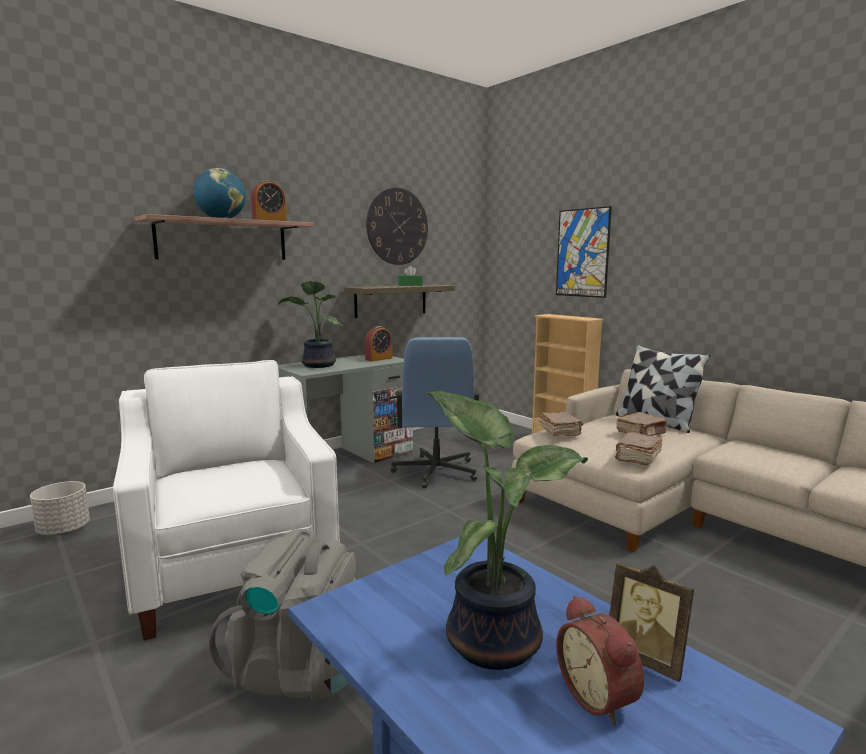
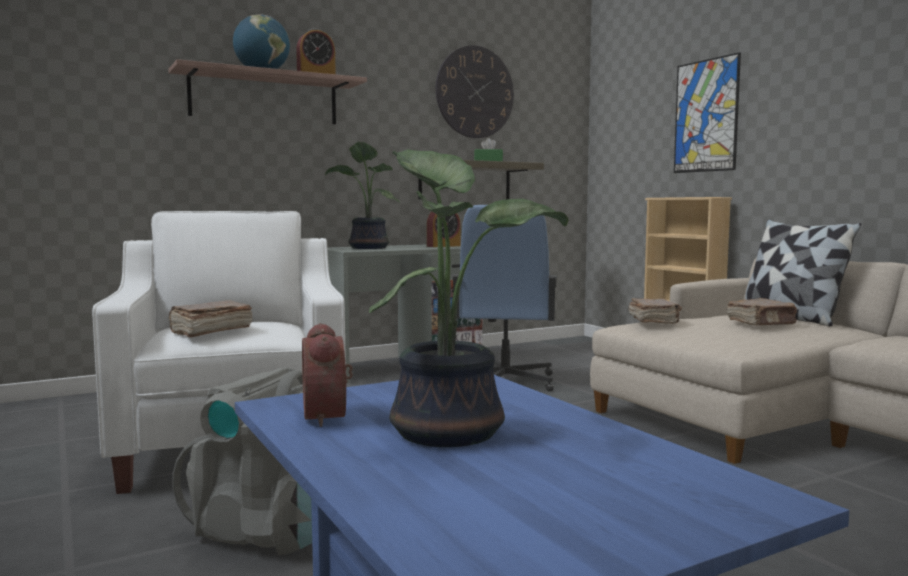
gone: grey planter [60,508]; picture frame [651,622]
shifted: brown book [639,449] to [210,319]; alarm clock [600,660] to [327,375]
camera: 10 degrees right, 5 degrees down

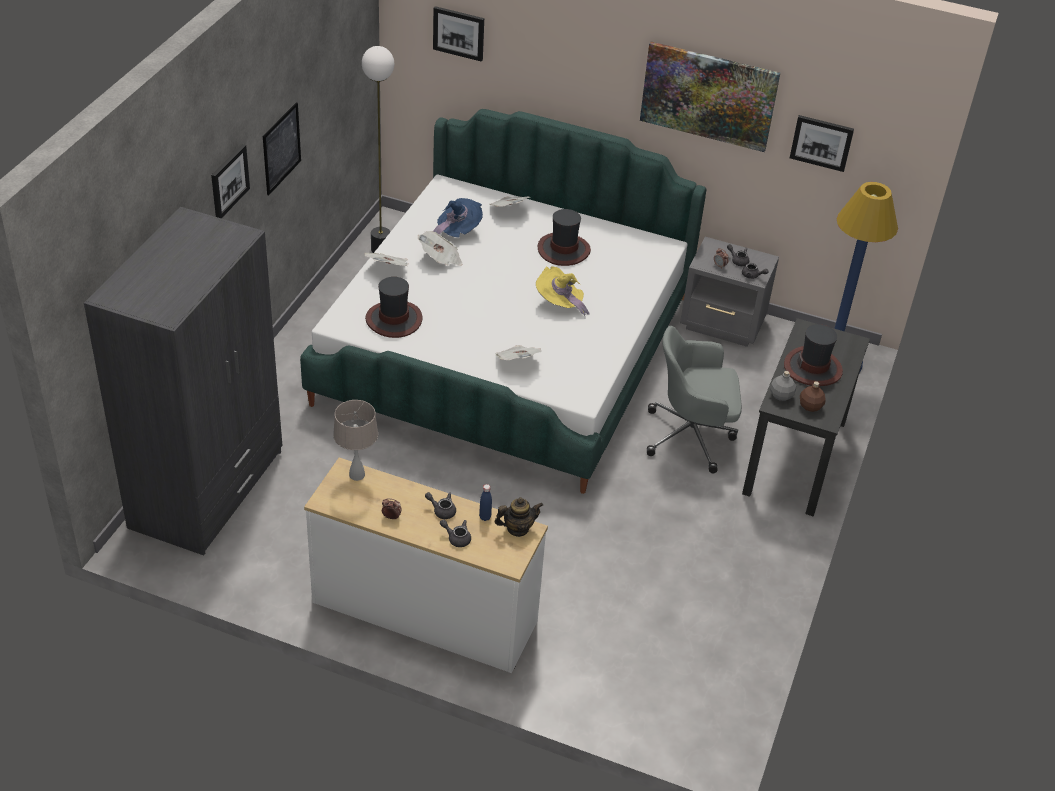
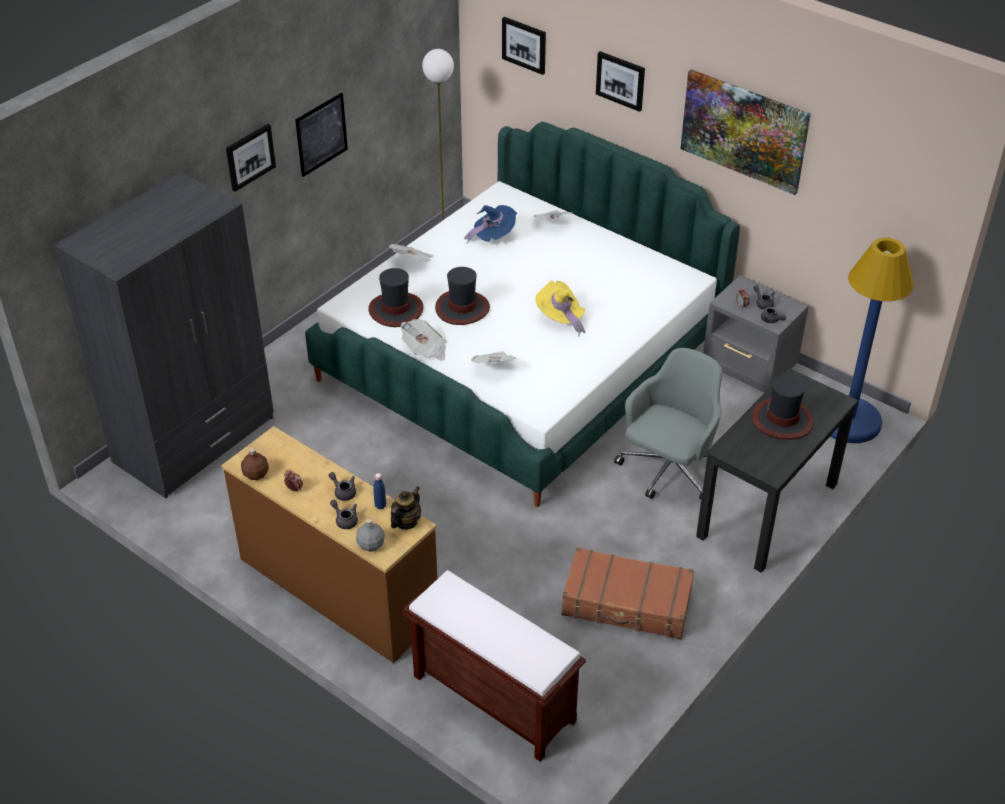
gone: beige table lamp [355,440]
new: brown suitcase [628,593]; brown bench [494,666]
shifted: picture [822,143] to [620,81]; hat [564,237] to [462,296]; newspaper [440,248] to [424,340]; grey bottle [783,386] to [370,535]; brown bottle [813,396] to [255,464]
repainted: white dresser [426,565] to brown dresser [329,544]
rotated: grey office chair [694,399] = [668,423] 105 degrees clockwise; teapot [518,517] = [406,508] 60 degrees counterclockwise
camera: 20 degrees right, 0 degrees up

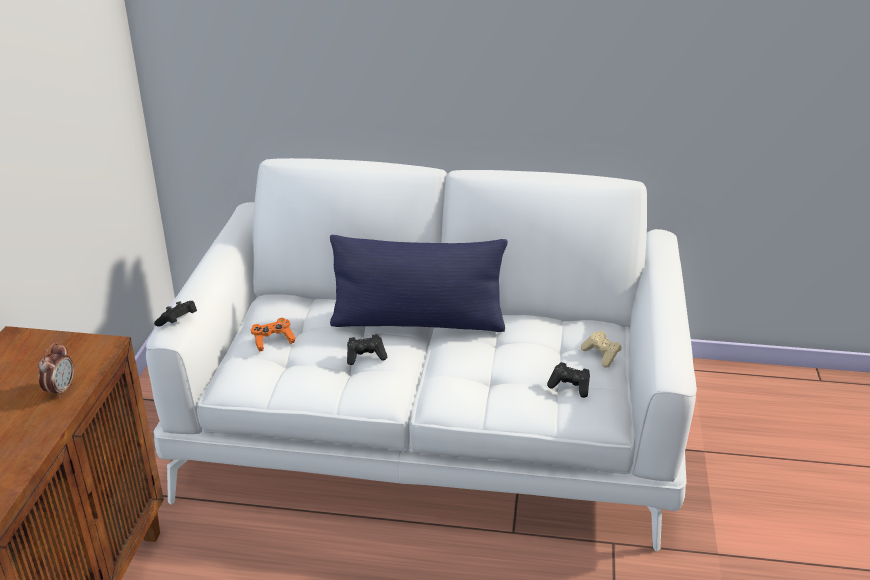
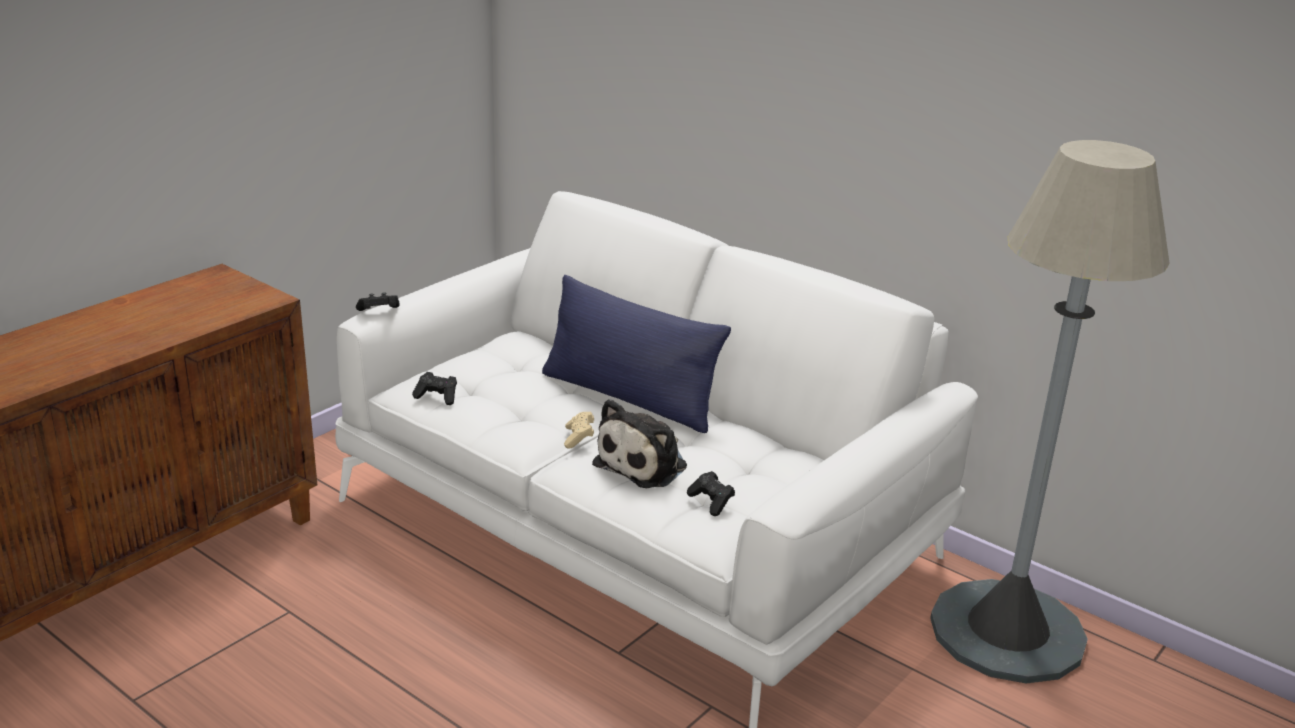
gone: orange game controller [273,335]; alarm clock [56,370]
new: grey floor lamp [1050,412]; plush toy [639,443]
shifted: beige game controller [601,349] to [579,430]; black game controller [367,349] to [434,388]
camera: 30 degrees right, 5 degrees down

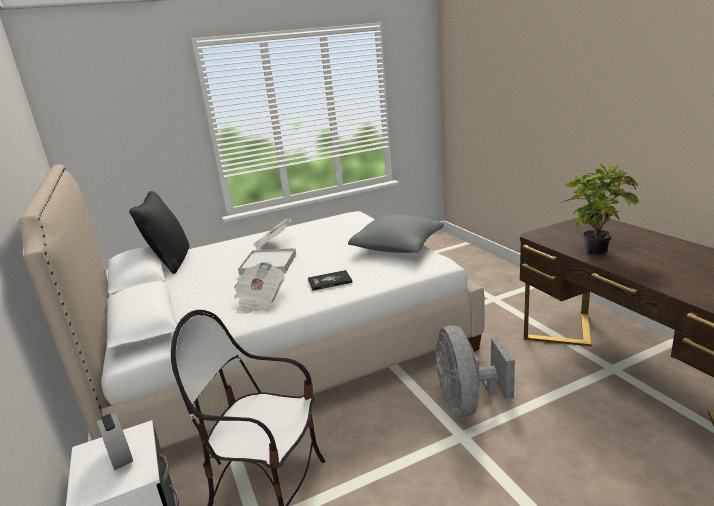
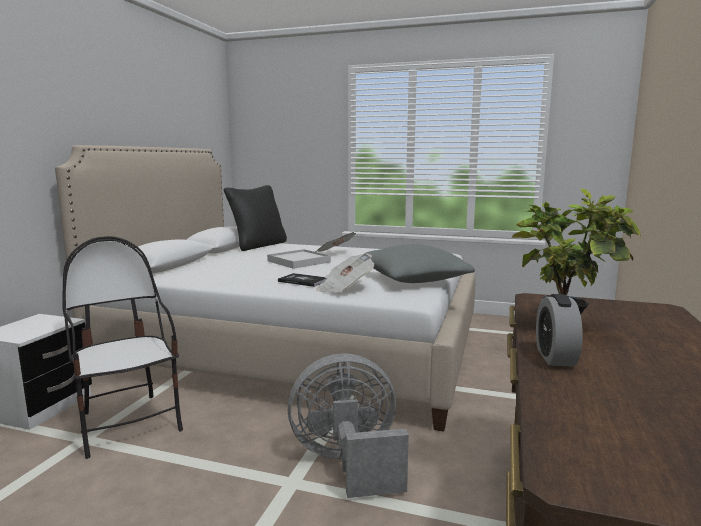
shifted: newspaper [259,288] to [345,273]; alarm clock [115,441] to [559,330]
rotated: grey fan [475,371] = [348,425] 45 degrees clockwise
camera: 40 degrees right, 10 degrees down

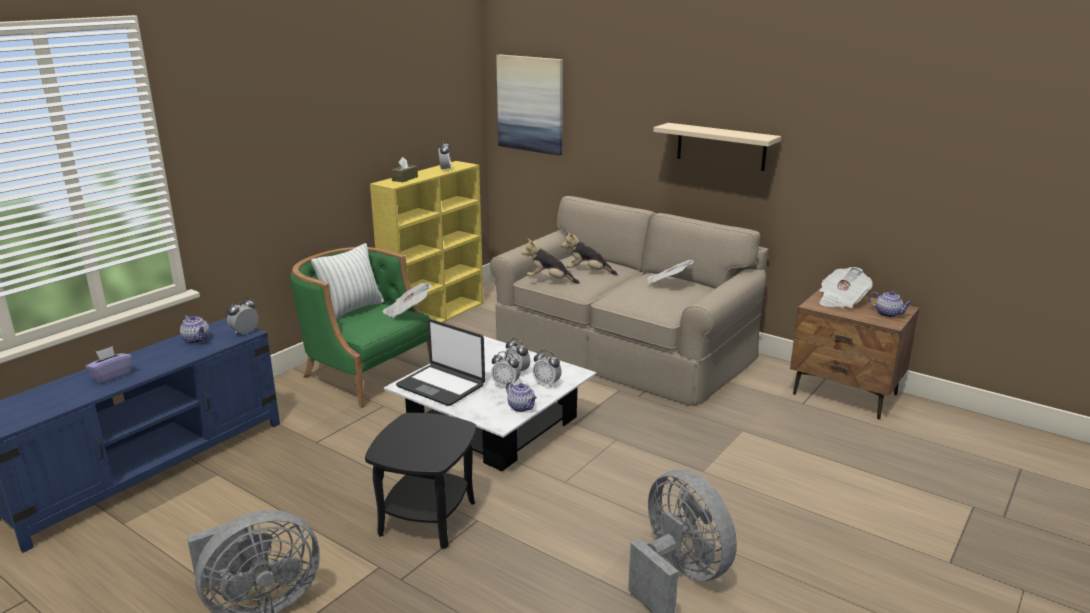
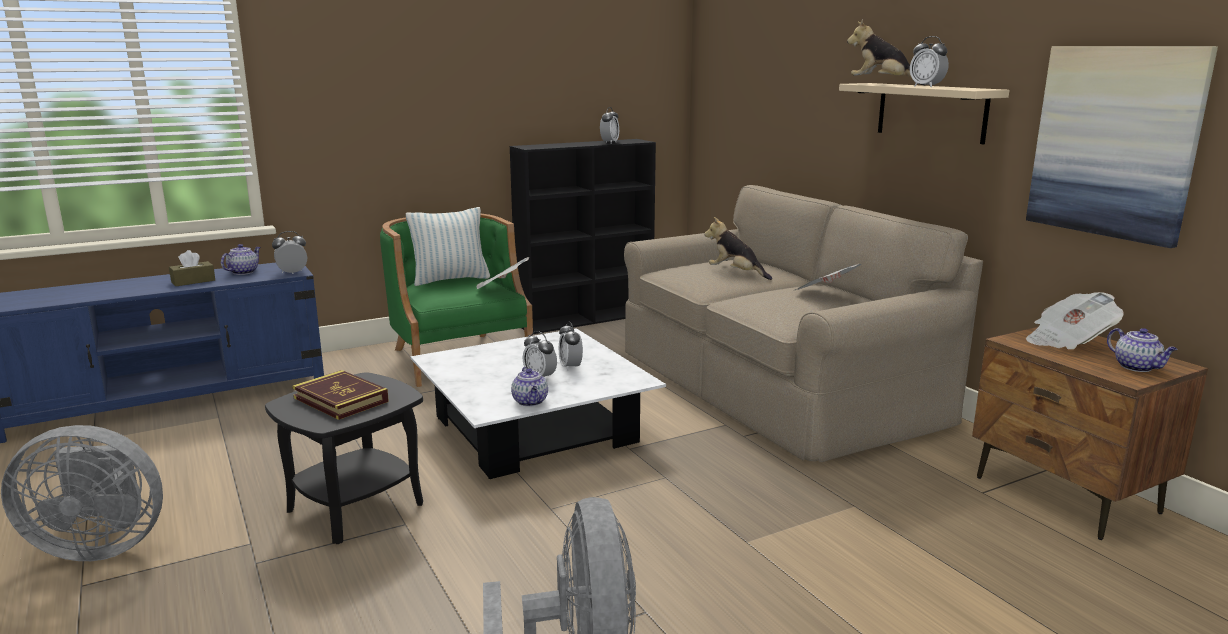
gone: laptop [440,362]; purple tissue box [108,364]
new: book [340,395]
shifted: picture [529,105] to [1122,147]; brown tissue box [404,169] to [192,268]; plush toy [551,261] to [886,52]; alarm clock [547,369] to [929,61]
repainted: yellow bookcase [426,242] to black bookcase [583,236]
rotated: teapot [195,329] = [240,259] 135 degrees counterclockwise
camera: 25 degrees right, 5 degrees down

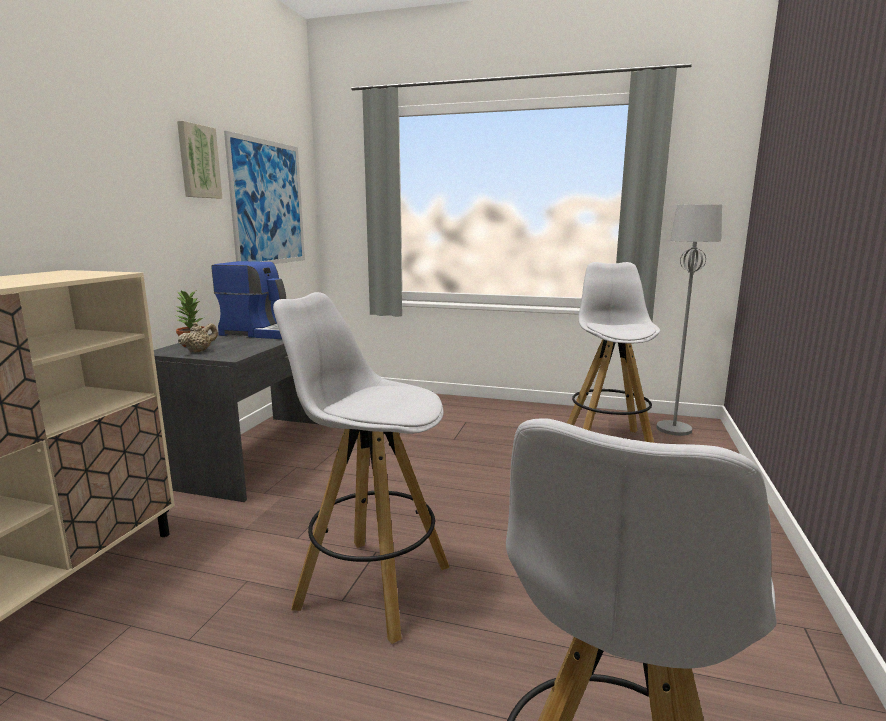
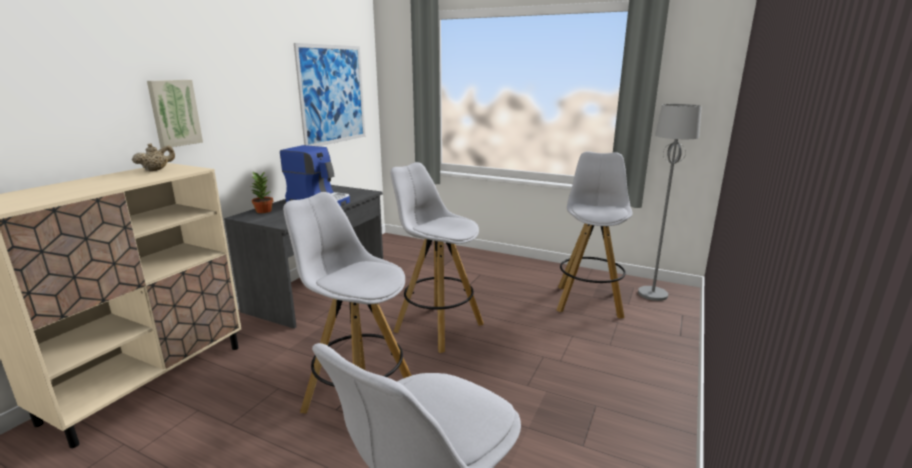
new: white stool [437,257]
shifted: picture [199,159] to [175,114]; beige teapot [198,337] to [153,157]
camera: 10 degrees right, 5 degrees up

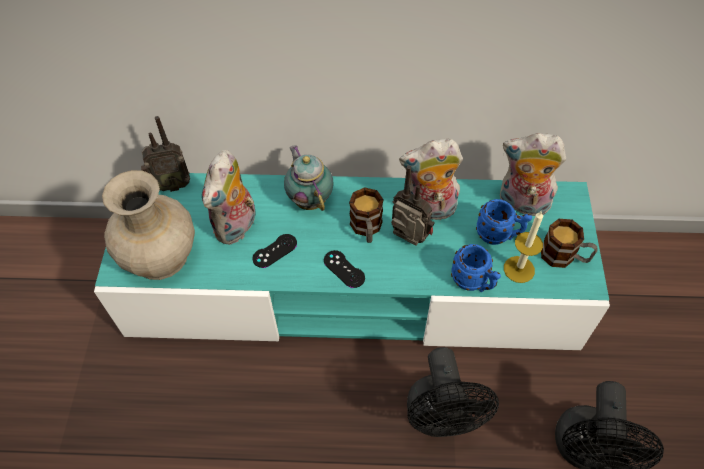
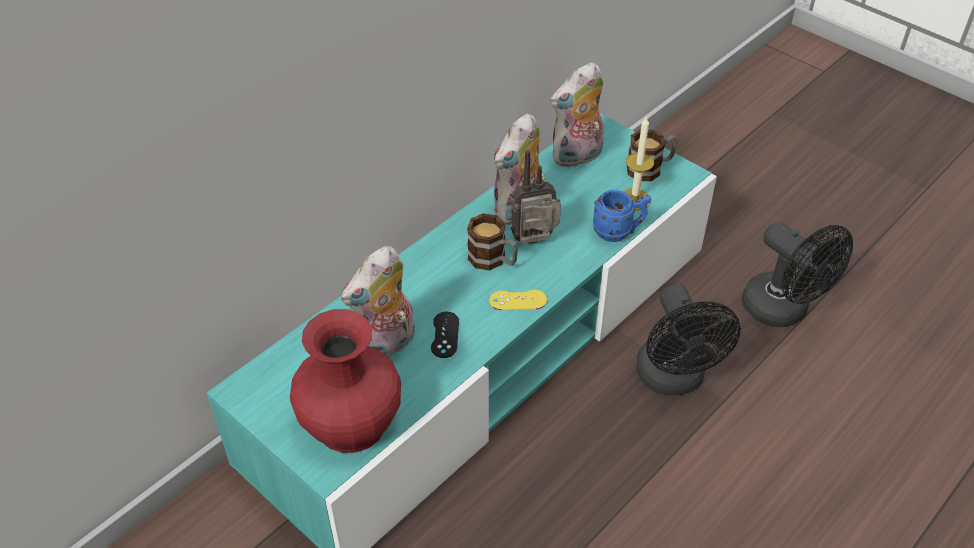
gone: radio [165,154]; teapot [309,178]; blue mug [504,222]
repainted: beige vase [148,225] to red vase [345,381]; black game controller [344,269] to yellow game controller [518,300]
rotated: plush toy [229,197] = [378,301] 75 degrees clockwise; black fan [453,392] = [688,340] 45 degrees clockwise
camera: 50 degrees left, 10 degrees down

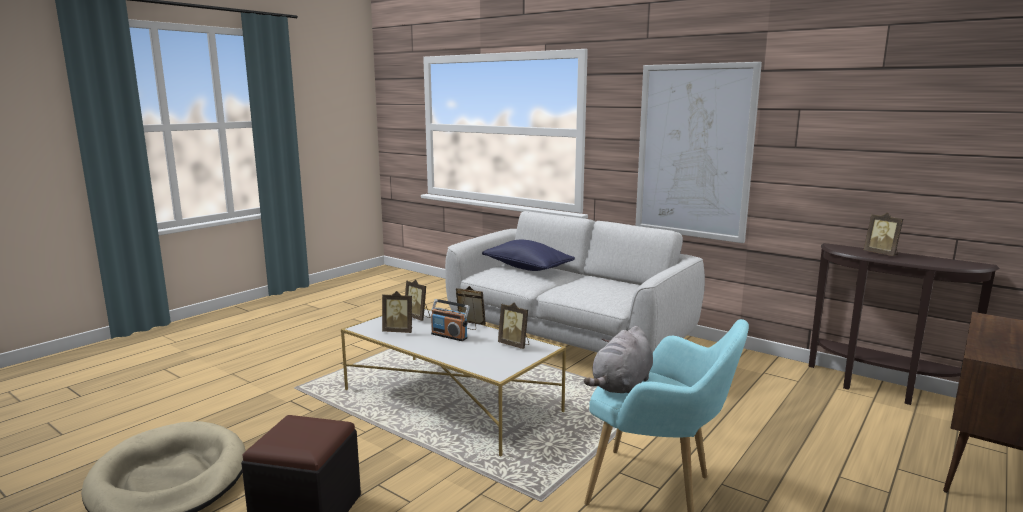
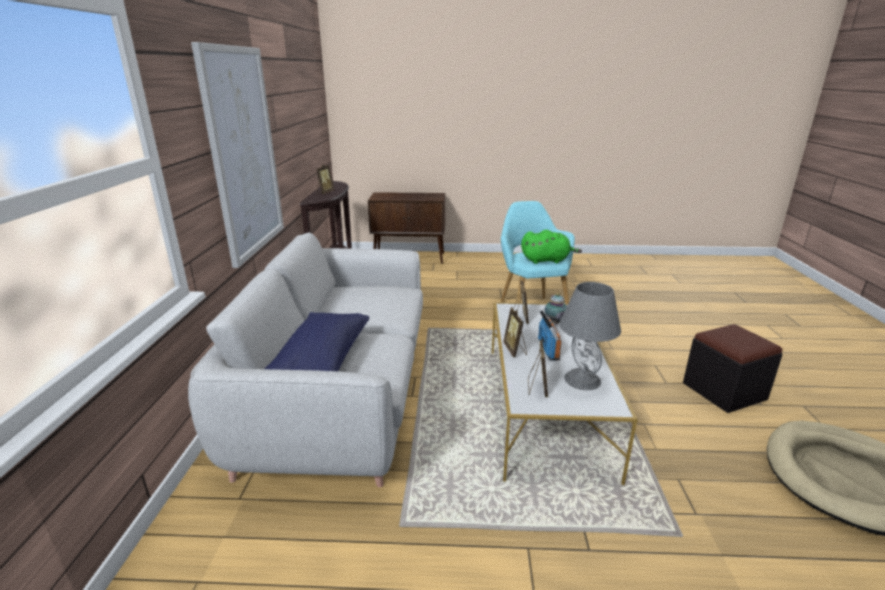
new: teapot [555,308]
swapped: picture frame [397,312] to grey table lamp [590,336]
repainted: grey plush toy [618,360] to green plush toy [551,247]
camera: 125 degrees left, 10 degrees up

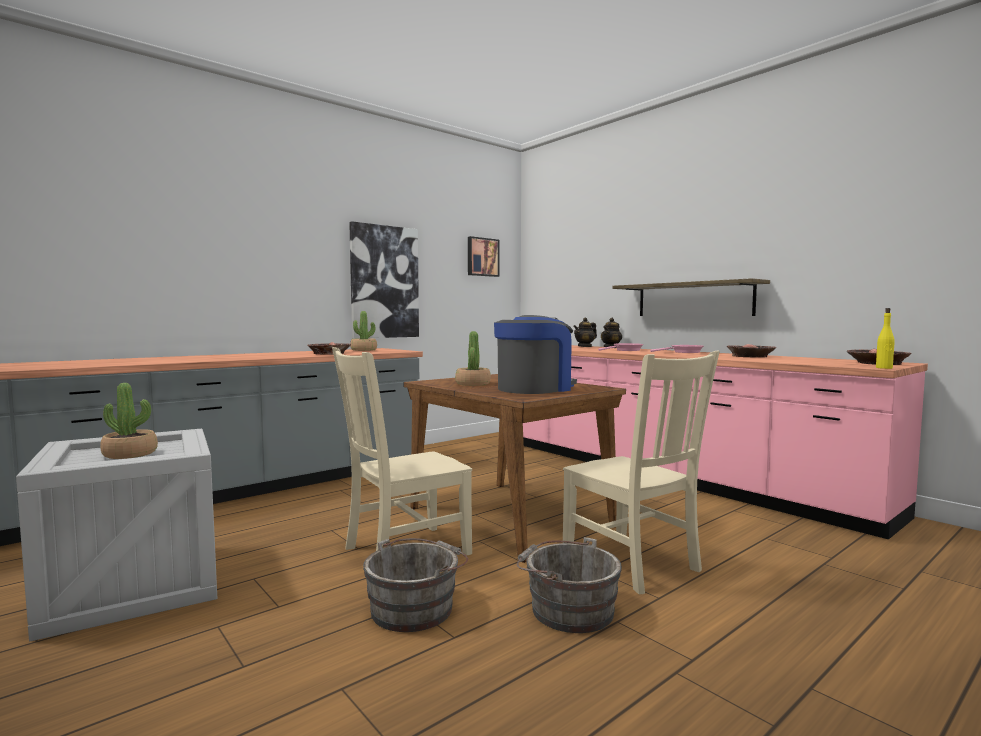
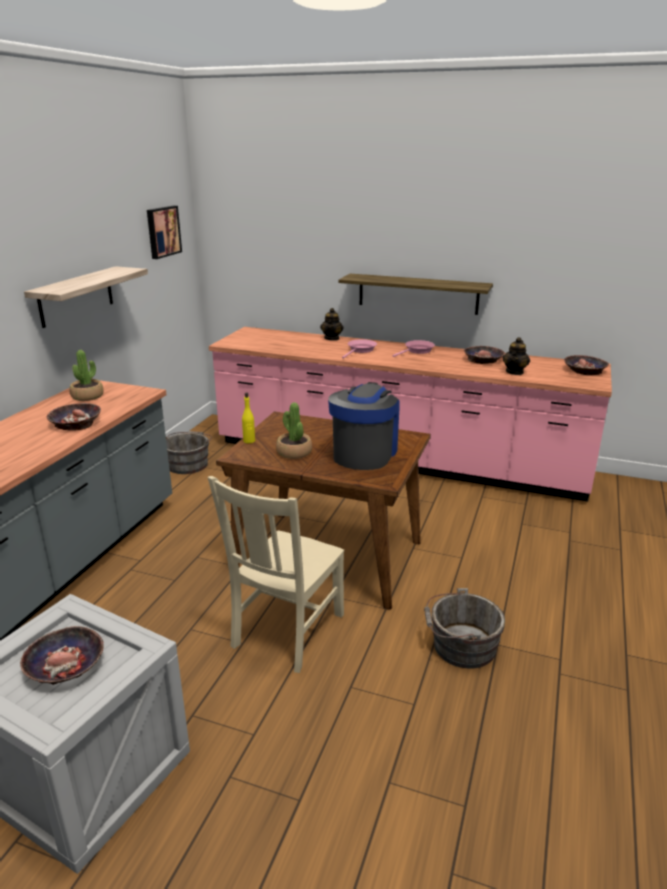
gone: beige chair [641,472]
shifted: yellow bottle [885,338] to [248,417]; teapot [585,332] to [516,356]; grey bucket [415,585] to [189,452]
swapped: picture [384,280] to shelf [86,297]; potted plant [129,421] to bowl [62,655]
camera: 30 degrees left, 20 degrees up

